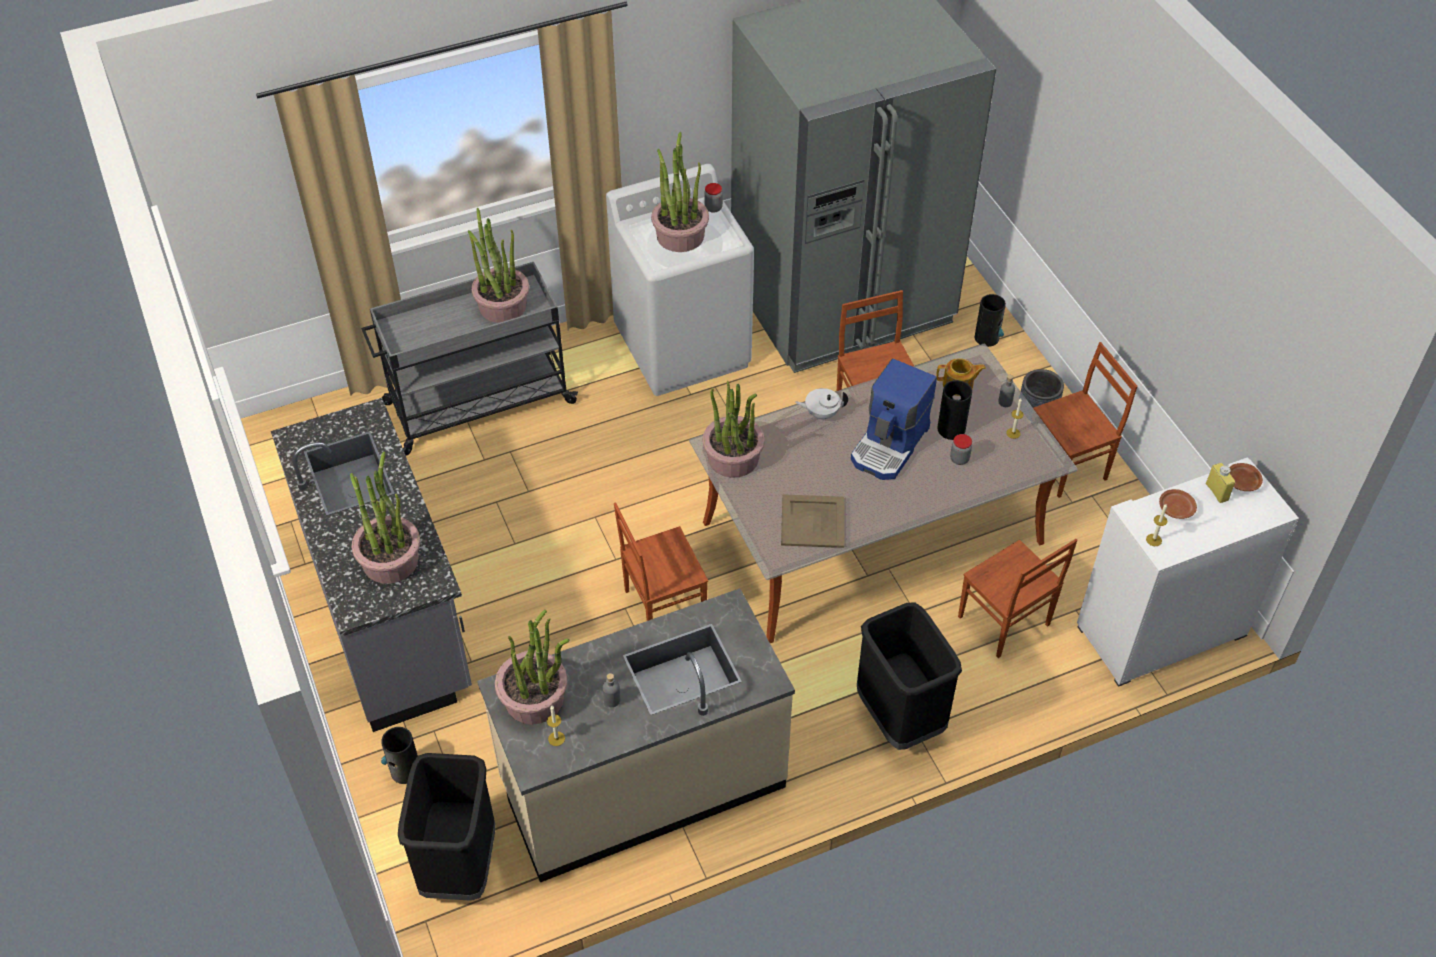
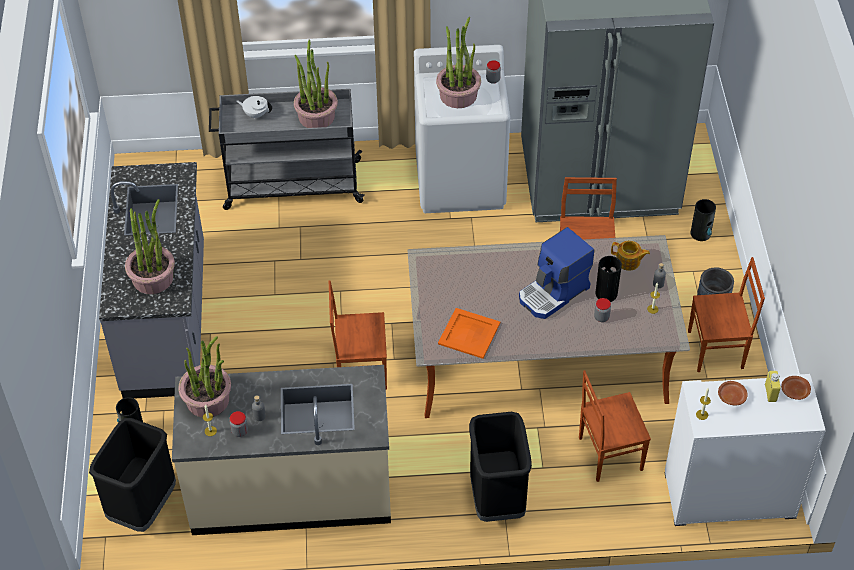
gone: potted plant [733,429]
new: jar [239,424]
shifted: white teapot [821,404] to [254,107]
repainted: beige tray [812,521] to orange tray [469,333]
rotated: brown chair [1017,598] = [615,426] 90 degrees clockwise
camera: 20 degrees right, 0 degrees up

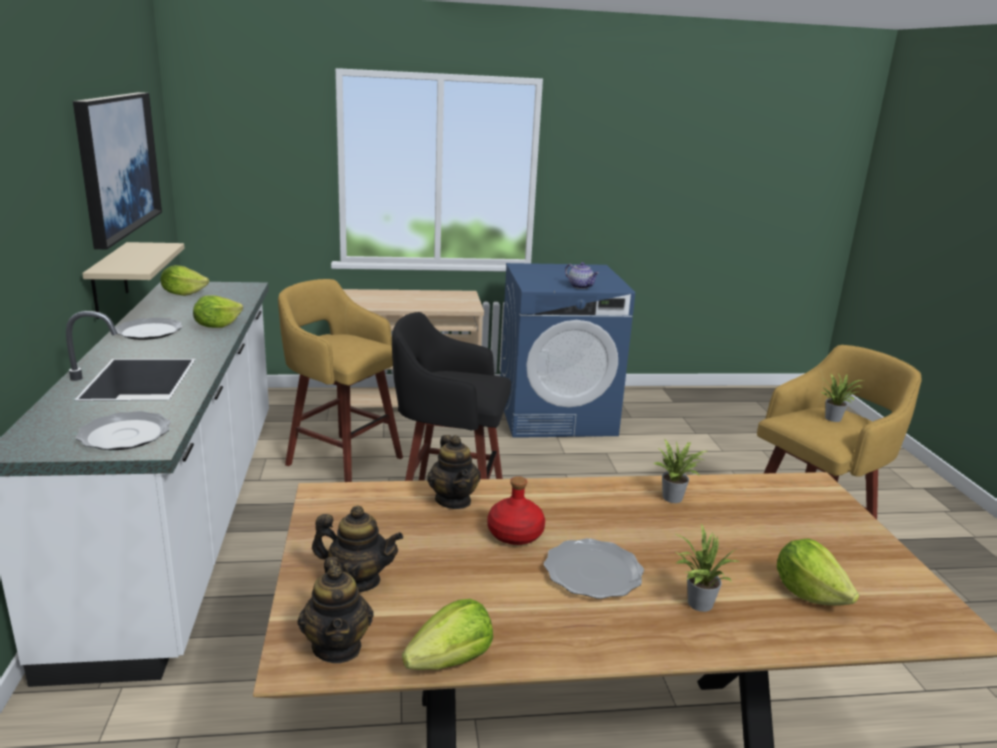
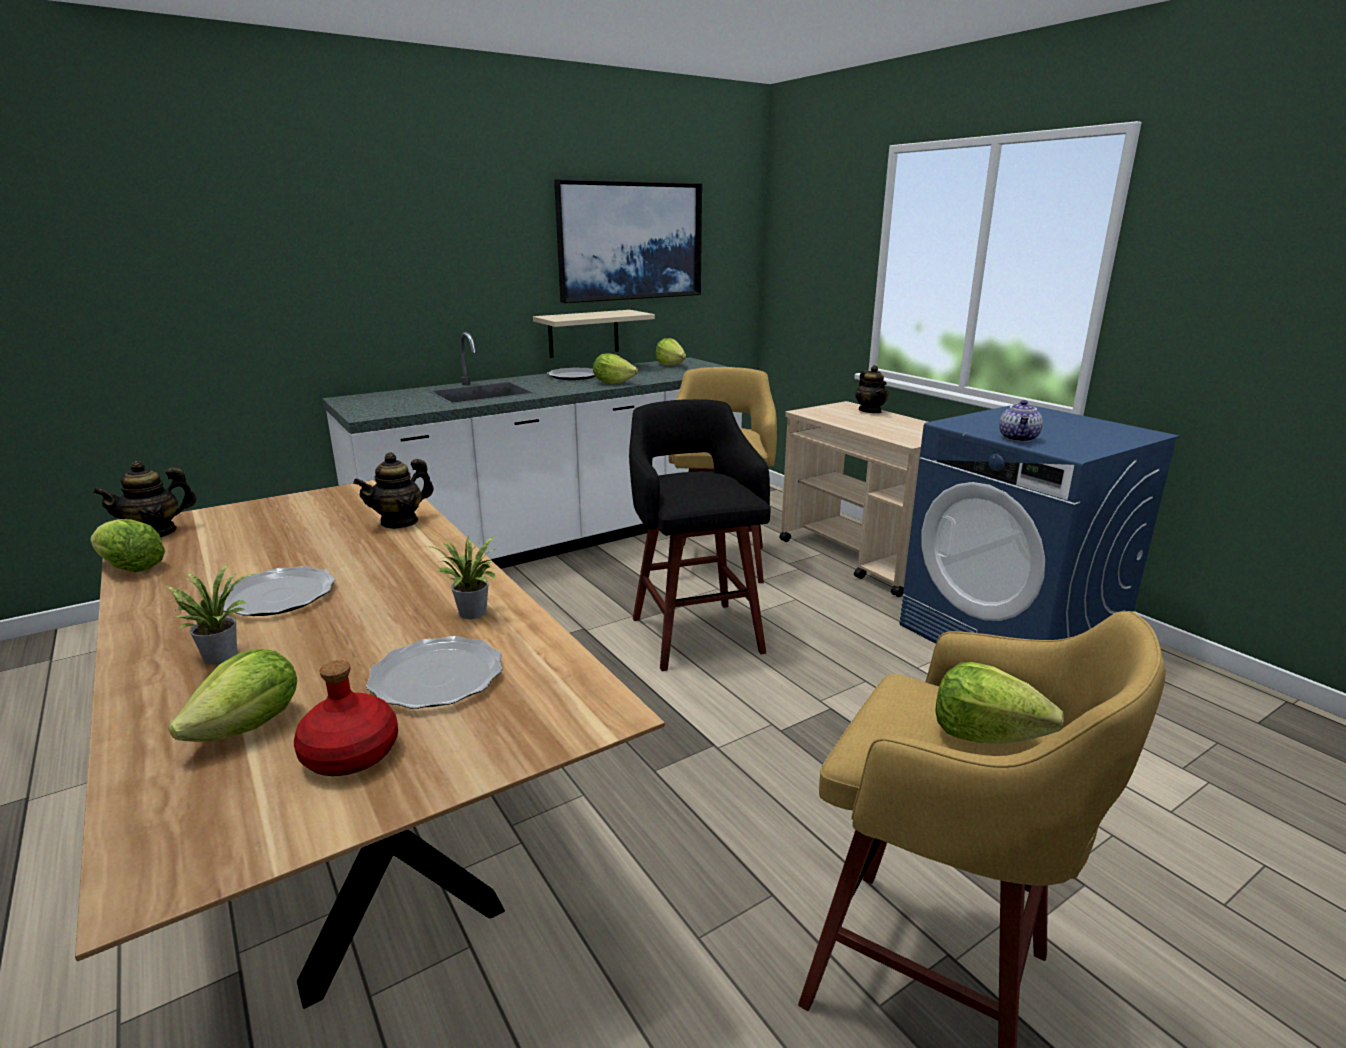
shifted: plate [123,430] to [434,672]; red bottle [516,510] to [346,718]; teapot [357,548] to [872,389]
swapped: potted plant [842,397] to lettuce [999,703]
camera: 65 degrees right, 0 degrees up

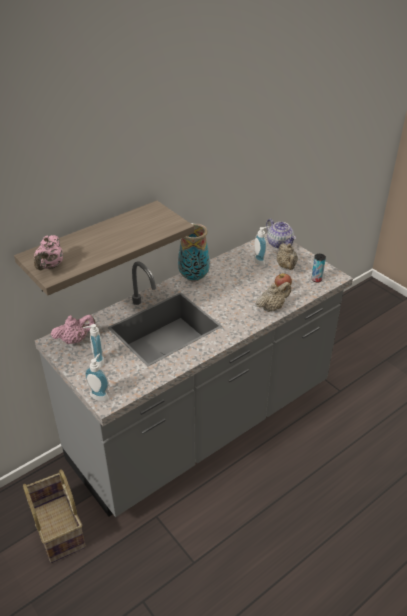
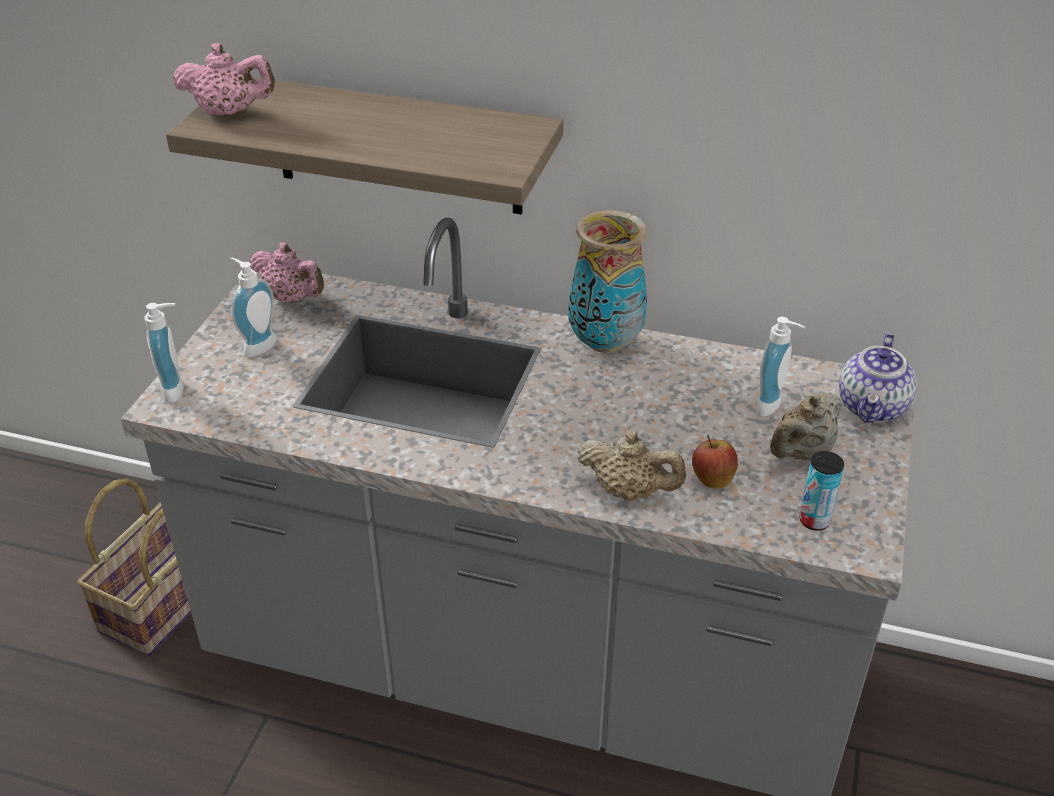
rotated: pink teapot [48,252] = [224,80] 150 degrees counterclockwise
camera: 55 degrees right, 0 degrees up

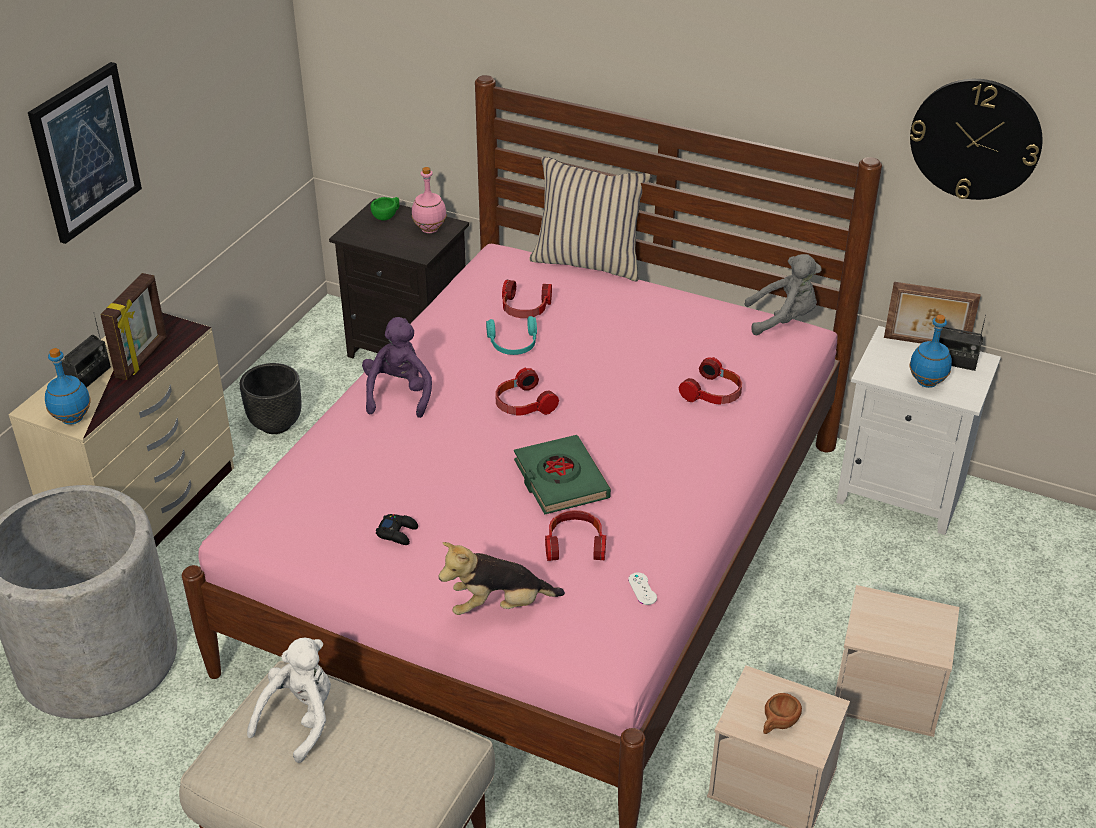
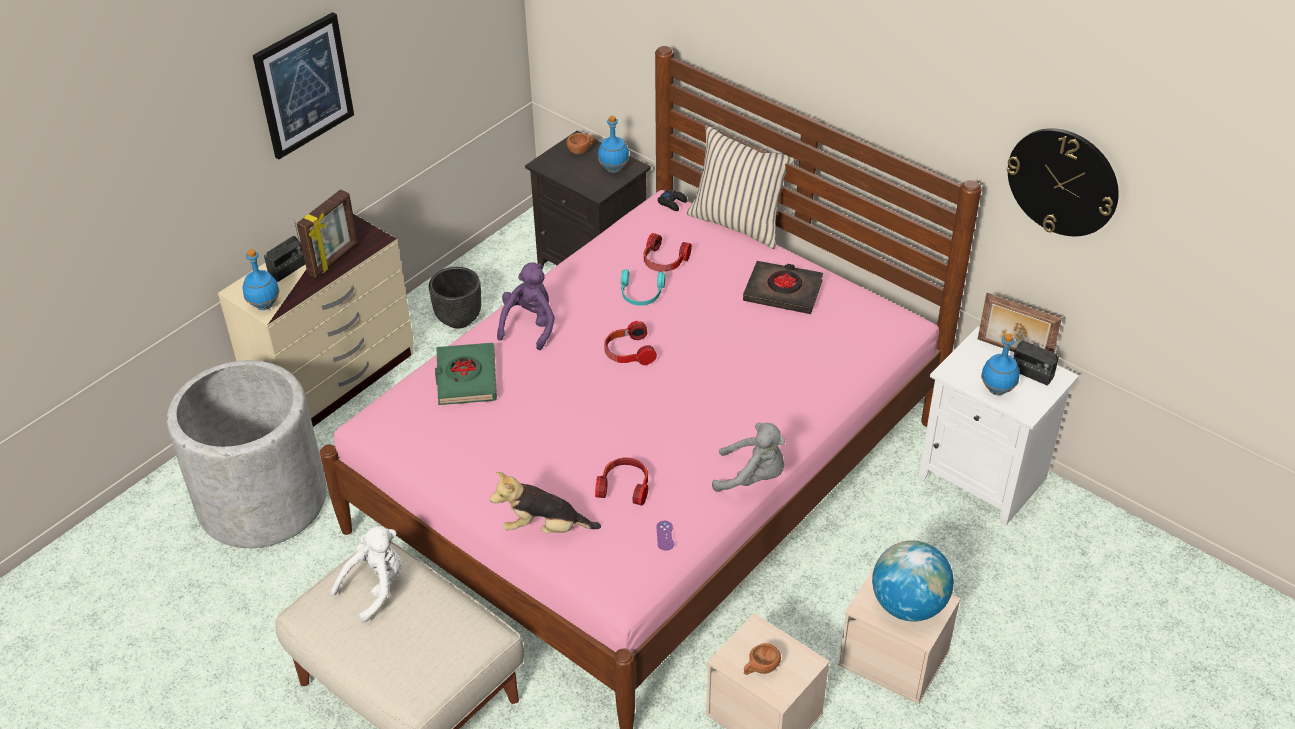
gone: headphones [710,381]
new: black book [783,287]; globe [913,581]
shifted: grey plush toy [783,294] to [748,457]; green book [562,474] to [466,374]; black game controller [397,529] to [672,200]
repainted: pink bottle [429,200] to blue bottle [613,144]; green cup [384,209] to brown cup [580,143]; white game controller [642,588] to purple game controller [665,536]
camera: 15 degrees right, 5 degrees up

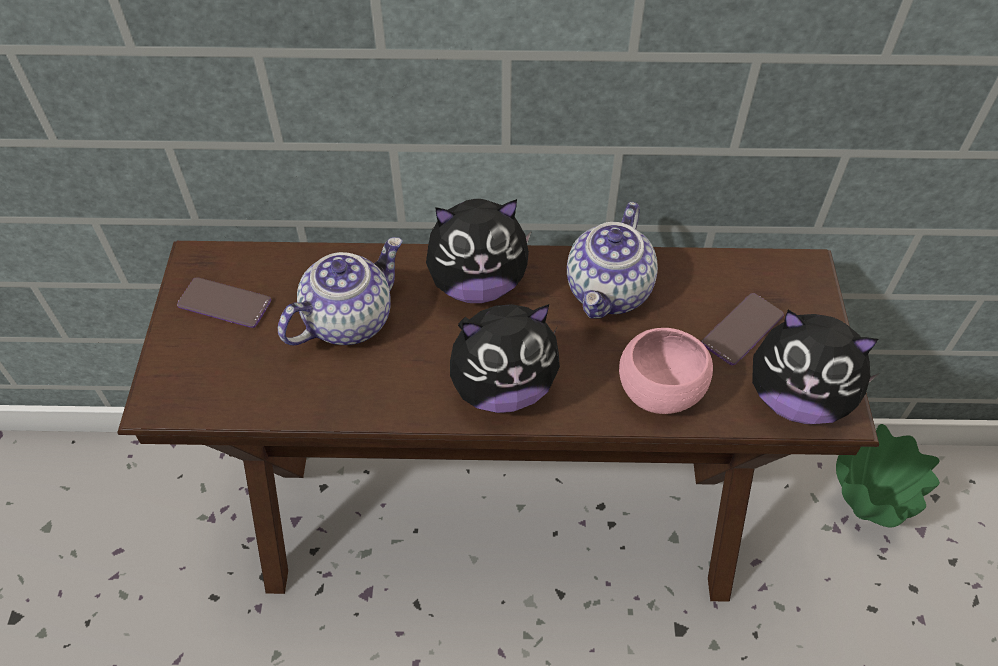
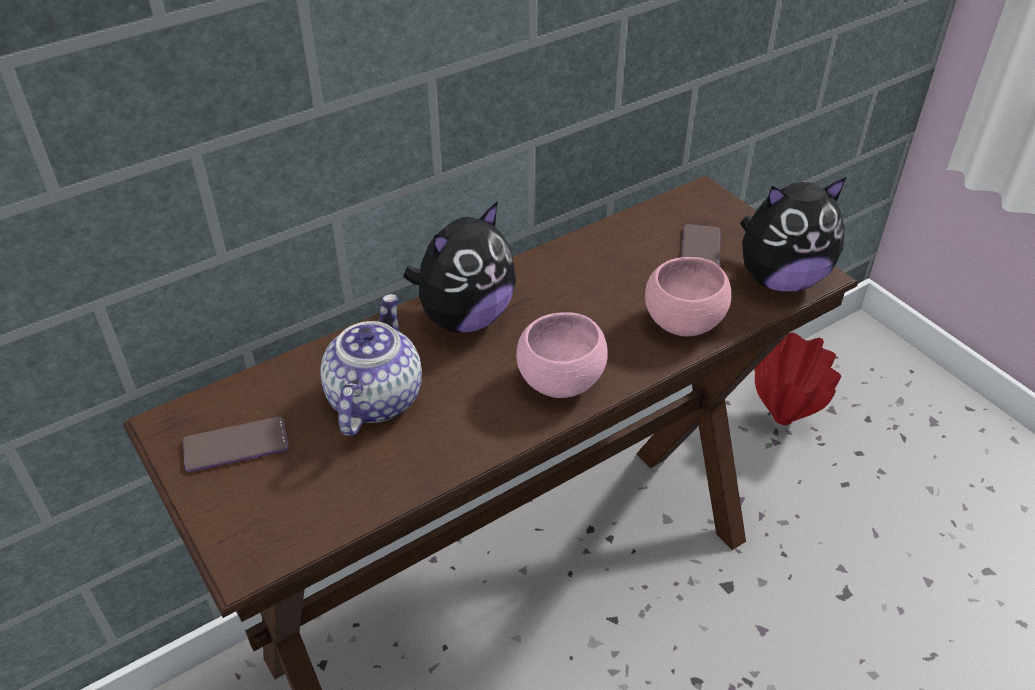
gone: teapot [612,260]
swapped: plush toy [505,358] to pink bowl [562,355]
repainted: green vase [888,475] to red vase [797,378]
camera: 35 degrees left, 10 degrees down

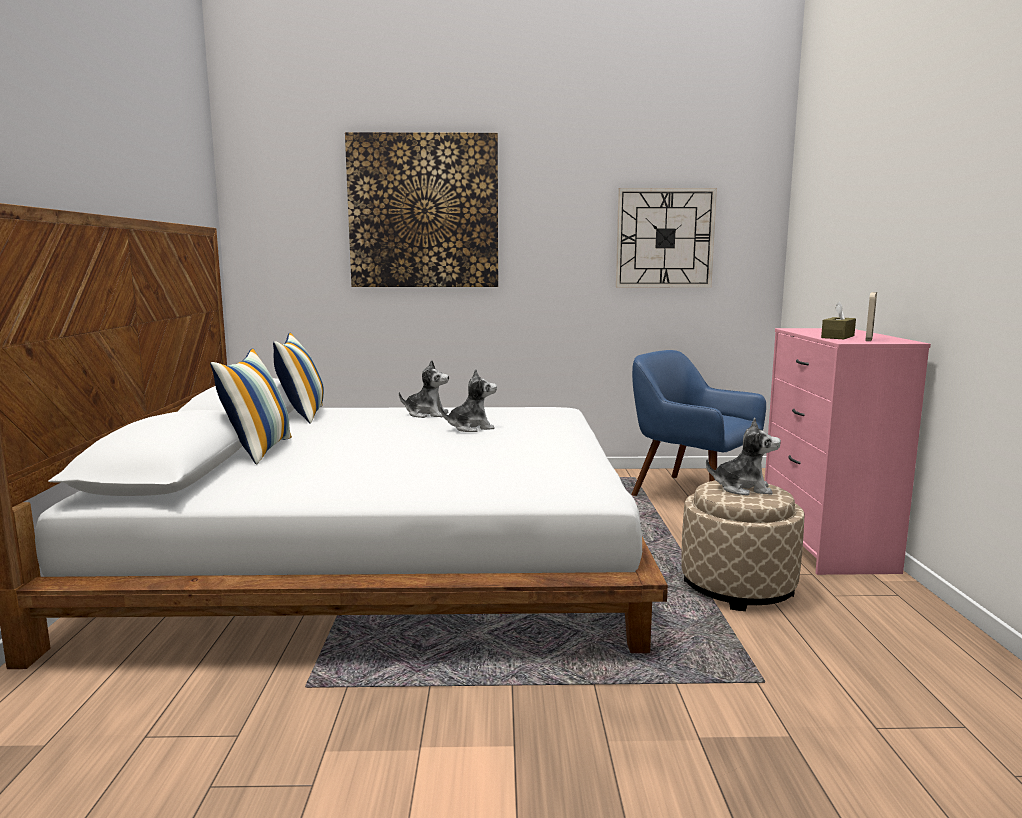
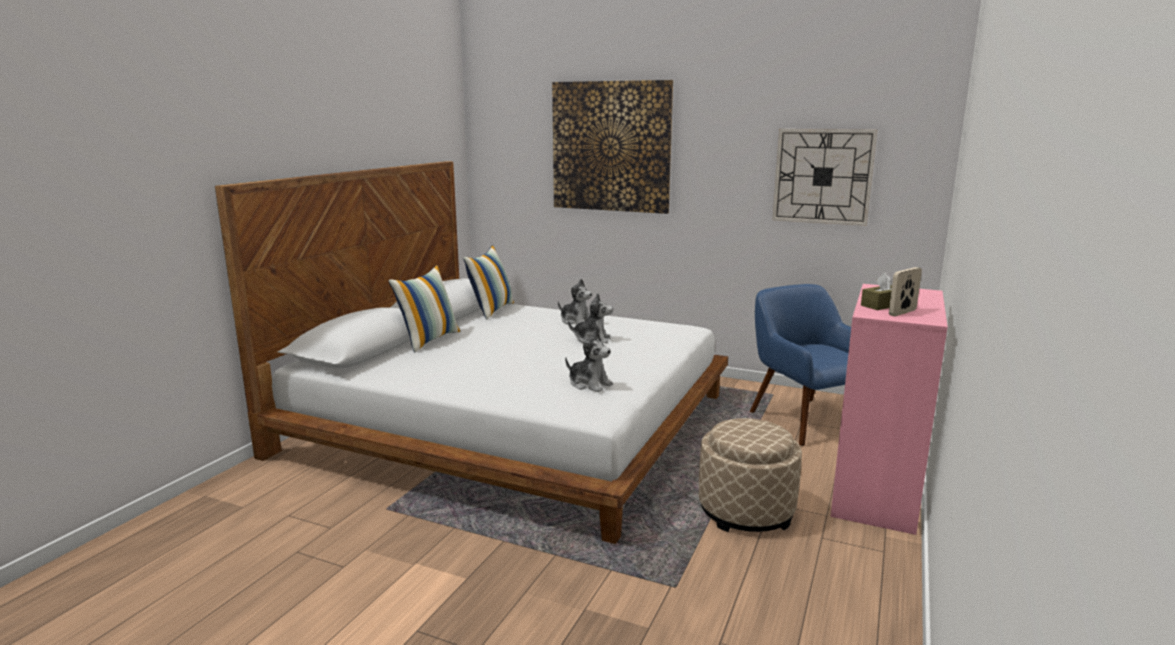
shifted: plush toy [743,457] to [589,361]
camera: 25 degrees right, 5 degrees up

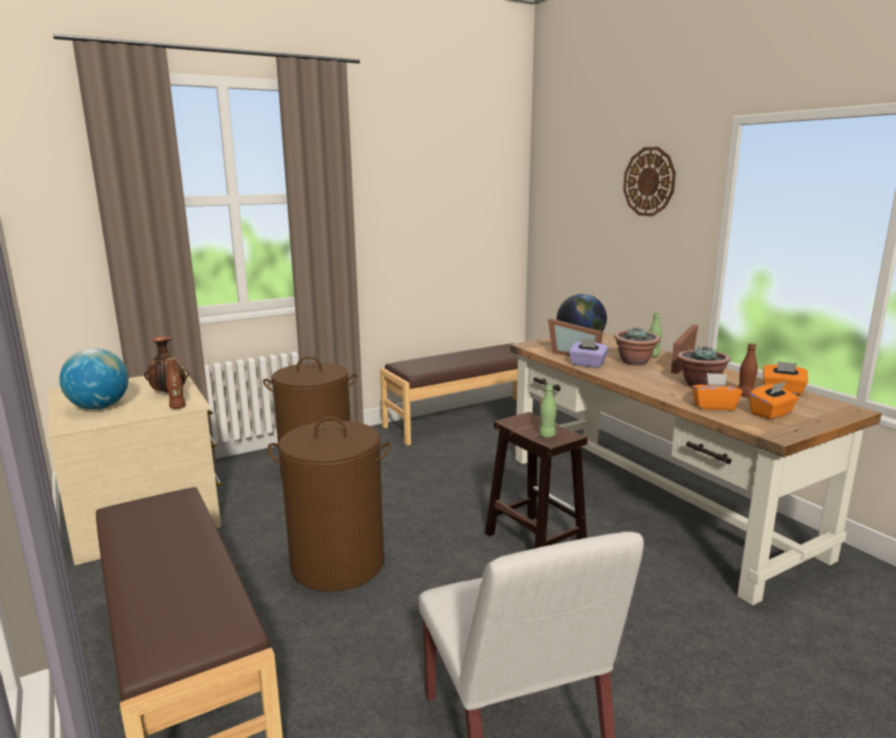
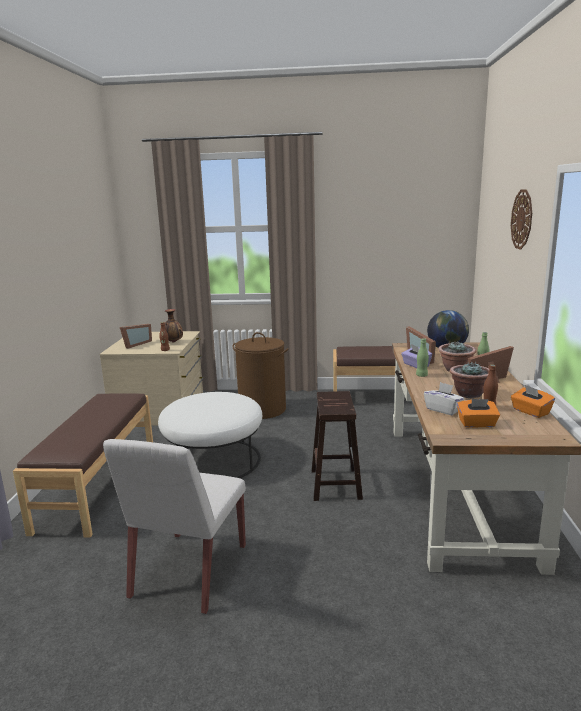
shifted: green bottle [548,410] to [422,357]
swapped: globe [94,379] to picture frame [136,336]; brown laundry basket [329,504] to white ottoman [210,435]
repainted: orange tissue box [716,391] to white tissue box [444,398]
camera: 35 degrees right, 0 degrees up

